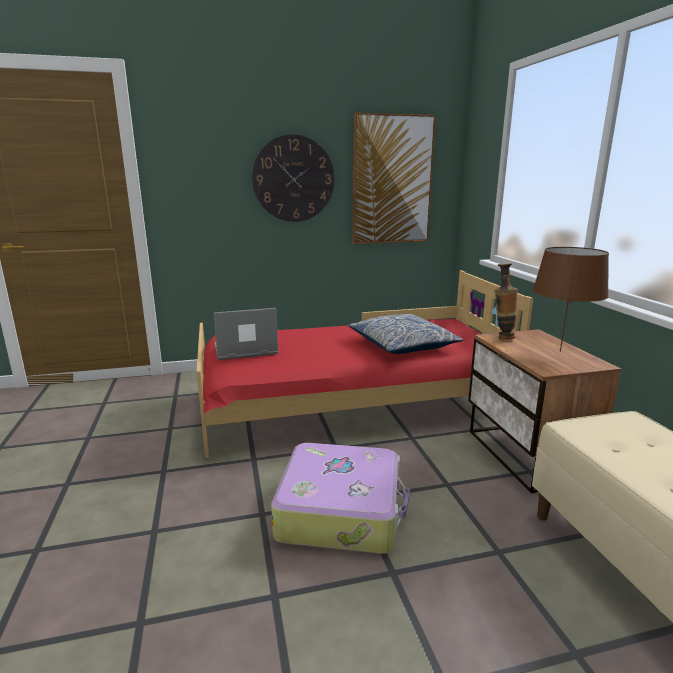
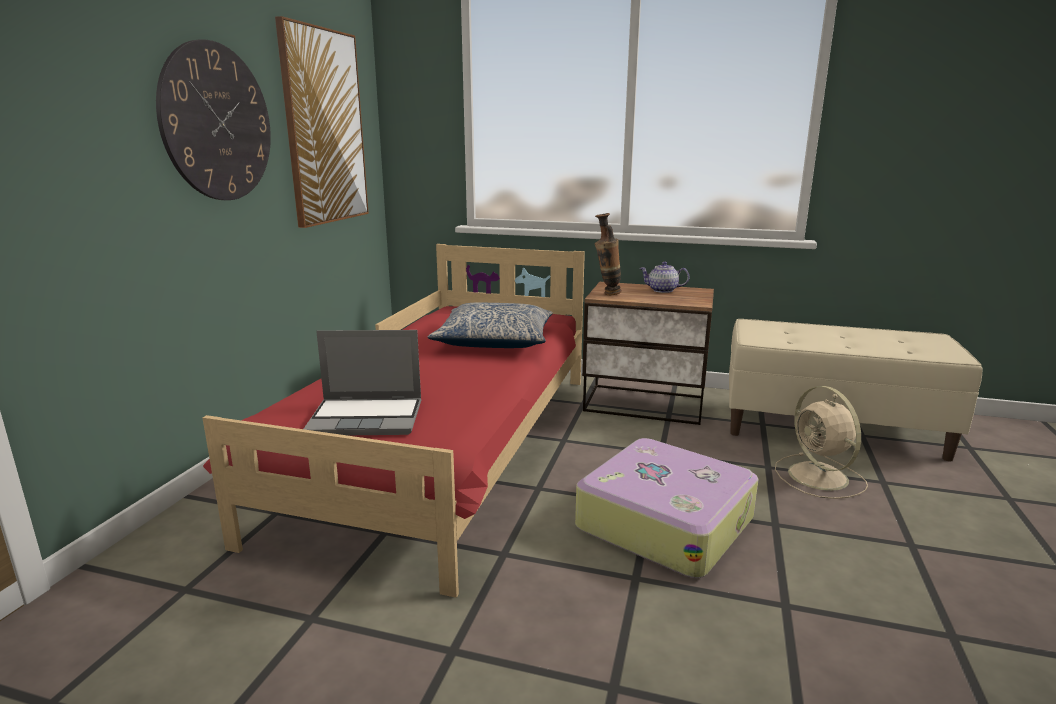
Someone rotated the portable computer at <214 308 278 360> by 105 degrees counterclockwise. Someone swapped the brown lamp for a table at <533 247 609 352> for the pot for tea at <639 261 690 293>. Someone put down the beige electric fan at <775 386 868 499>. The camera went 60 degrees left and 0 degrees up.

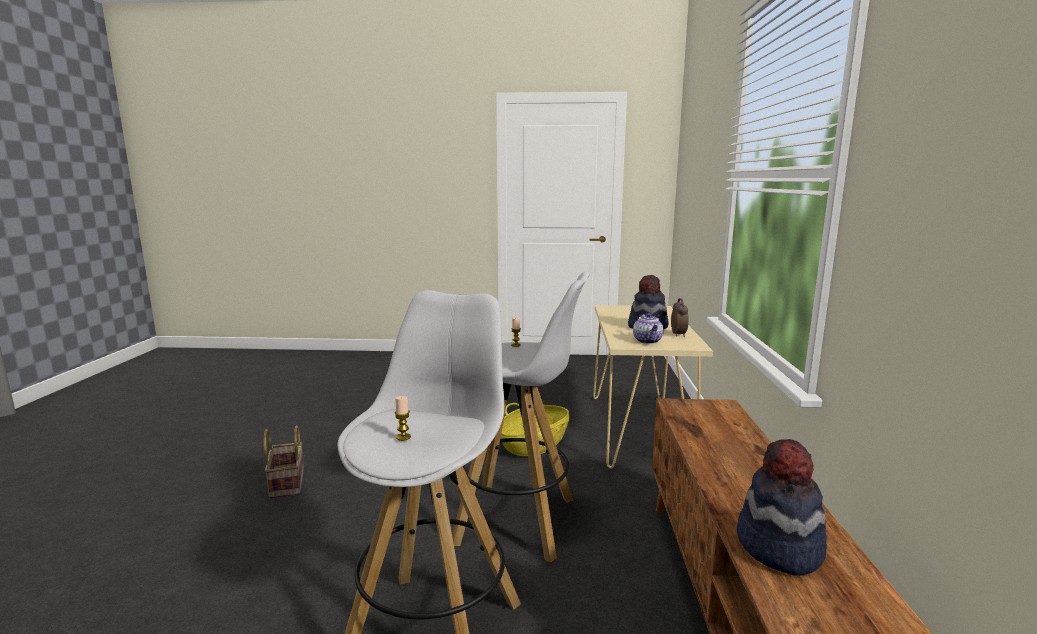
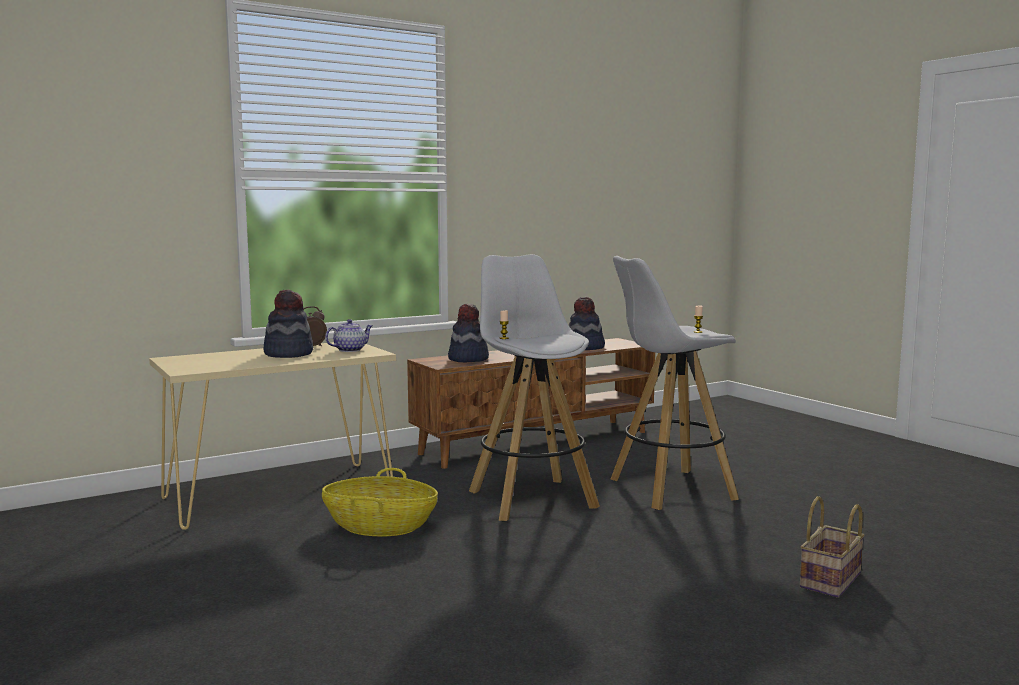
Someone put down the wearable hat at <448 304 489 362>. Someone carried the basket from <264 426 304 499> to <800 496 865 598>. The camera went 125 degrees left and 5 degrees down.

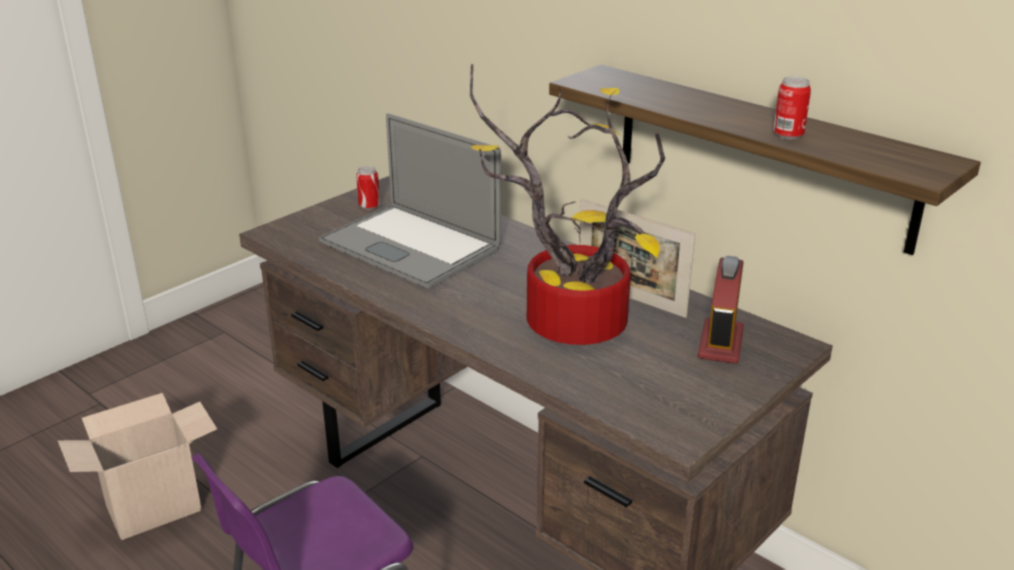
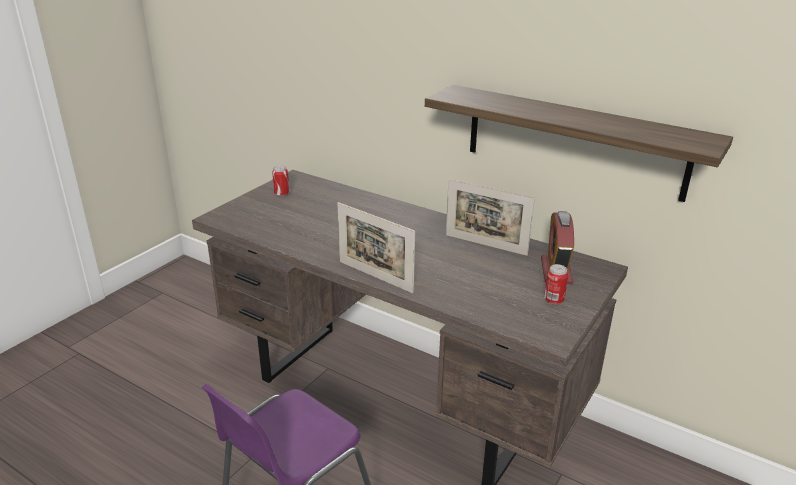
Someone put down the photo frame at <337 202 415 293>. Someone carried the metal can from <773 76 811 139> to <544 264 568 305>. Someone took away the packing box at <58 393 217 540>. Someone took away the portable computer at <319 113 501 288>. Someone took away the houseplant at <470 64 665 345>. The camera went 10 degrees left and 0 degrees up.

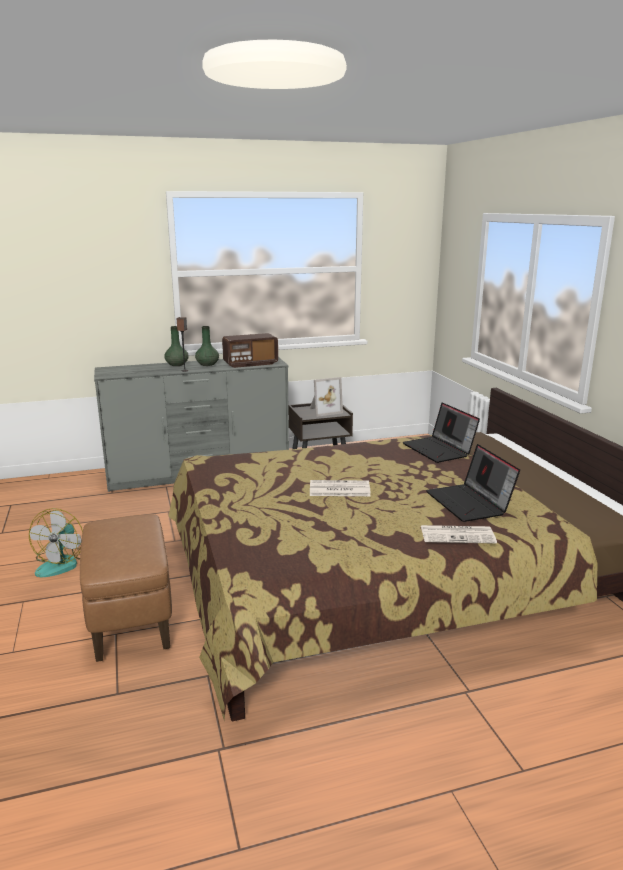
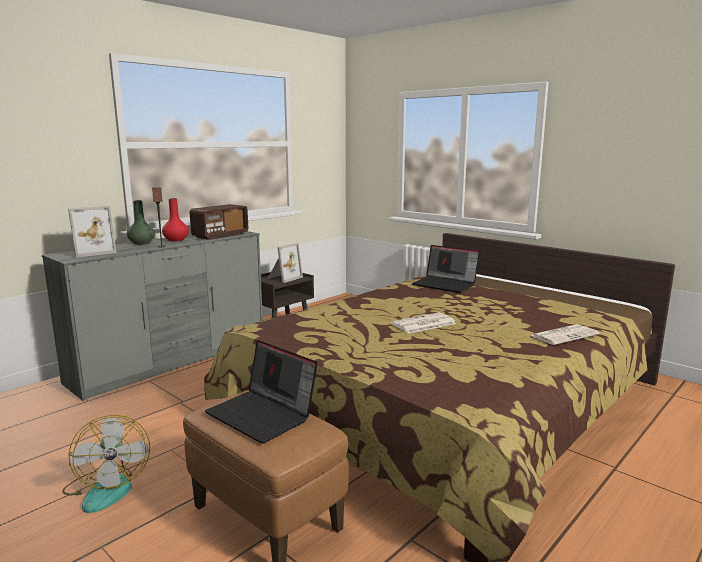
Someone put down the photo frame at <68 206 117 258>. Someone repainted the green flower vase at <195 326 219 366>, which became the red flower vase at <162 198 189 241>. Someone carried the portable computer from <426 444 520 522> to <205 340 318 444>. The camera went 30 degrees left and 5 degrees down.

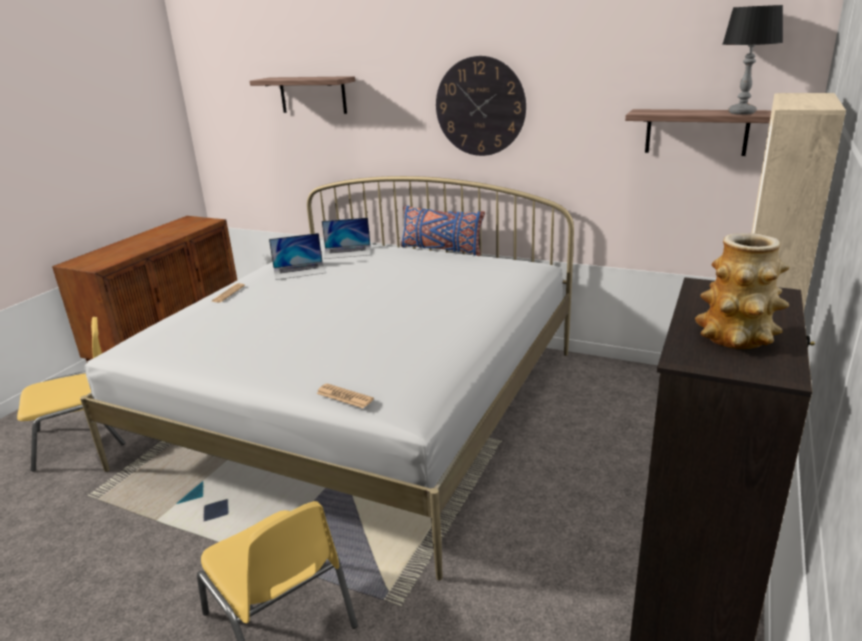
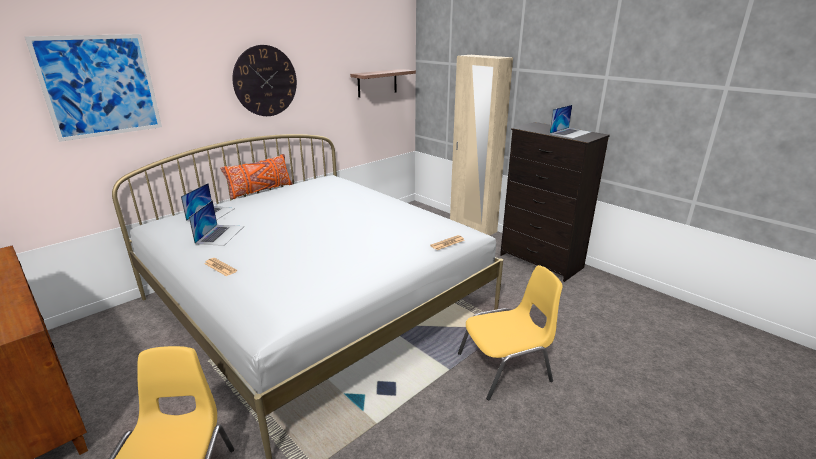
Someone swapped the bracket shelf at <250 76 355 114> for the picture at <24 34 162 142>. Someone repainted the blue-coloured pillow at <401 206 485 256>, which became the orangey pillow at <220 154 293 199>. Someone swapped the flower vase at <695 233 789 349> for the portable computer at <550 105 591 139>. Someone took away the lamp for a table at <722 5 783 115>. The camera went 70 degrees left and 0 degrees up.

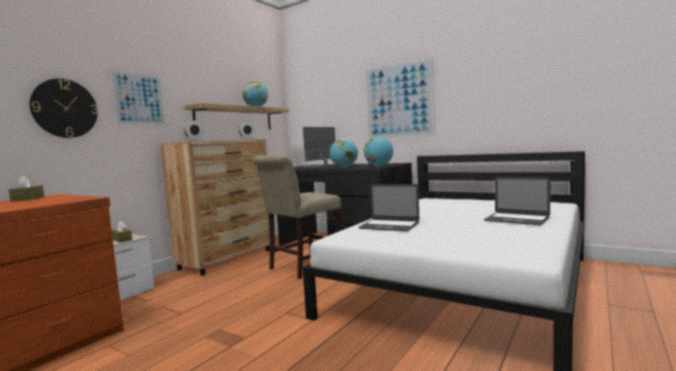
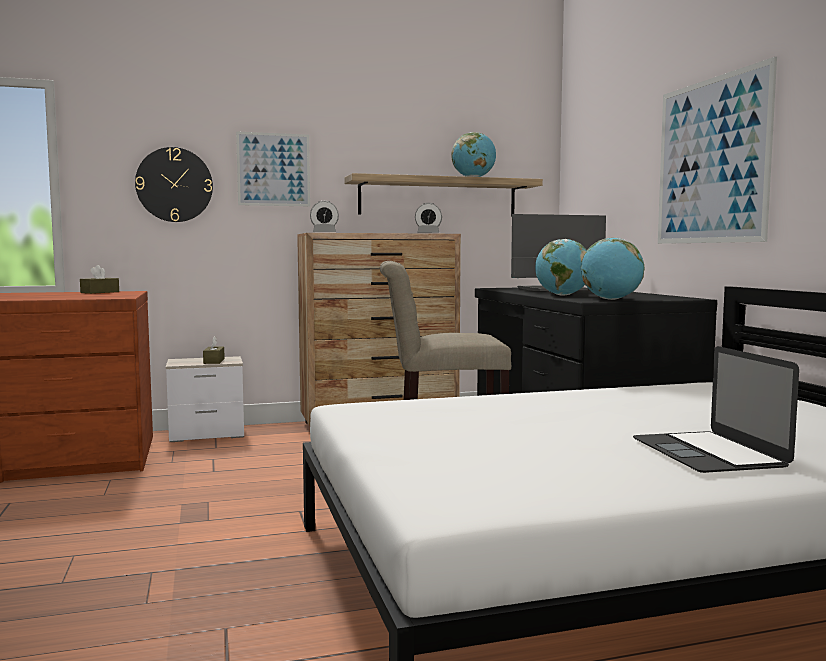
Someone took away the portable computer at <358 184 419 231>. The camera went 40 degrees right and 0 degrees up.

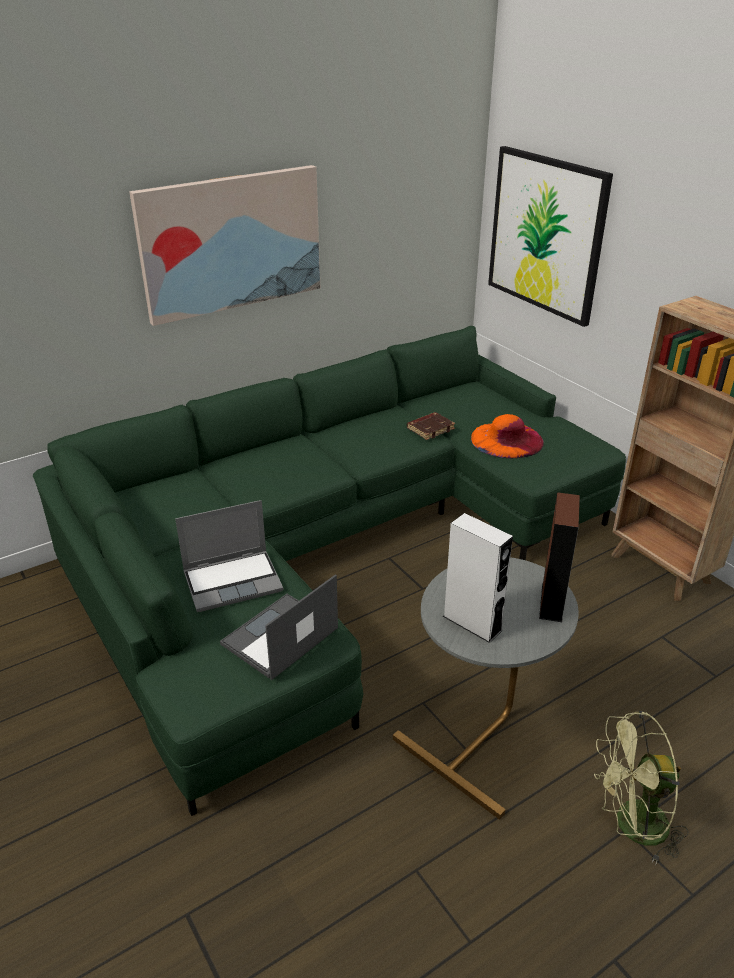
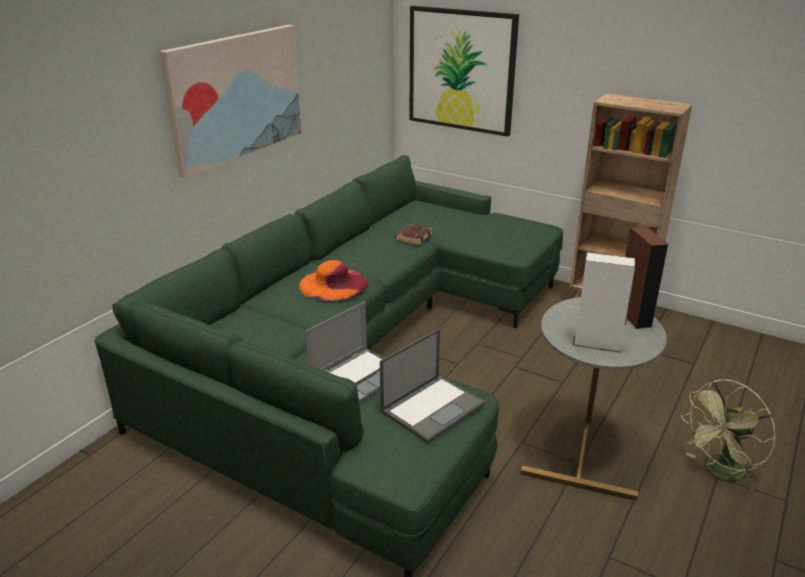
Someone carried the orangey wearable hat from <471 414 544 458> to <299 260 368 302>. Someone rotated the portable computer at <220 574 338 680> by 150 degrees counterclockwise. The camera went 25 degrees left and 5 degrees down.

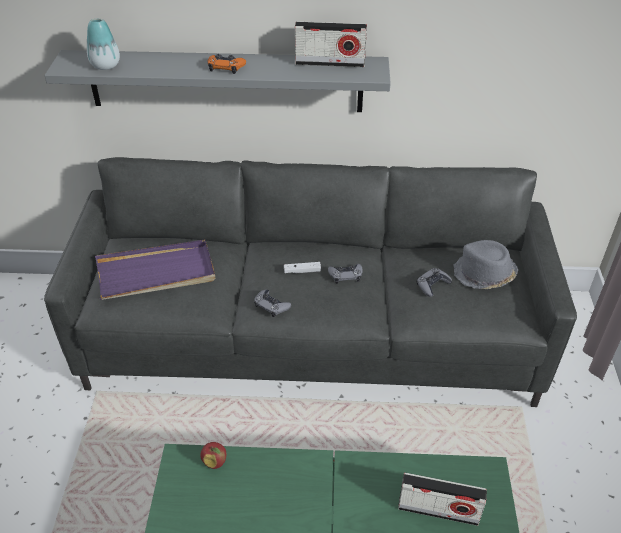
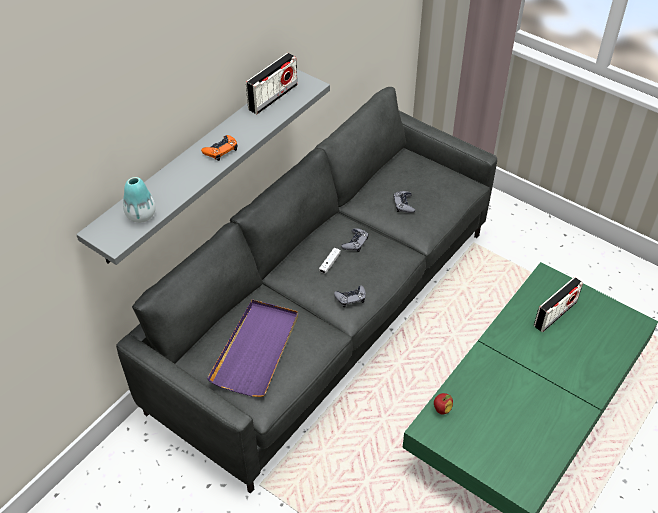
Someone took away the grey wearable hat at <454 240 518 289>. The camera went 55 degrees left and 5 degrees up.

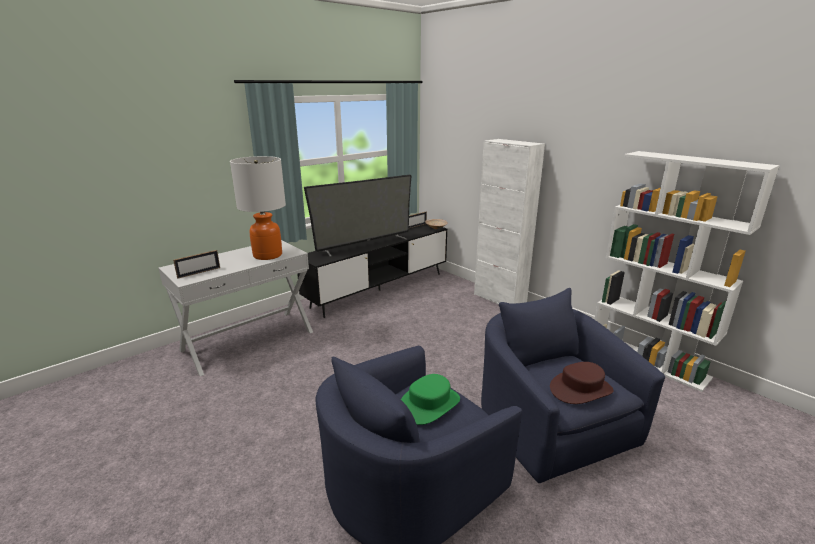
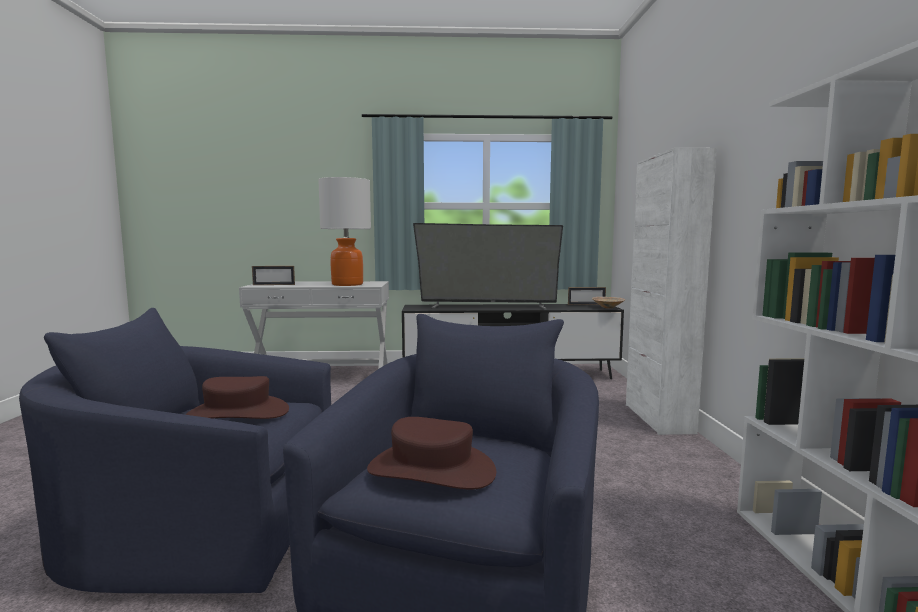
Someone repainted the green wearable hat at <401 374 460 425>, which became the brown wearable hat at <185 376 289 419>. The camera went 40 degrees right and 15 degrees down.

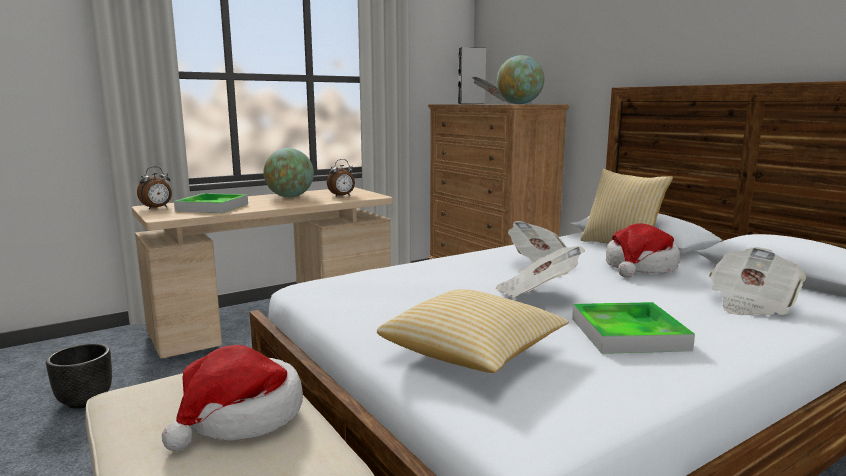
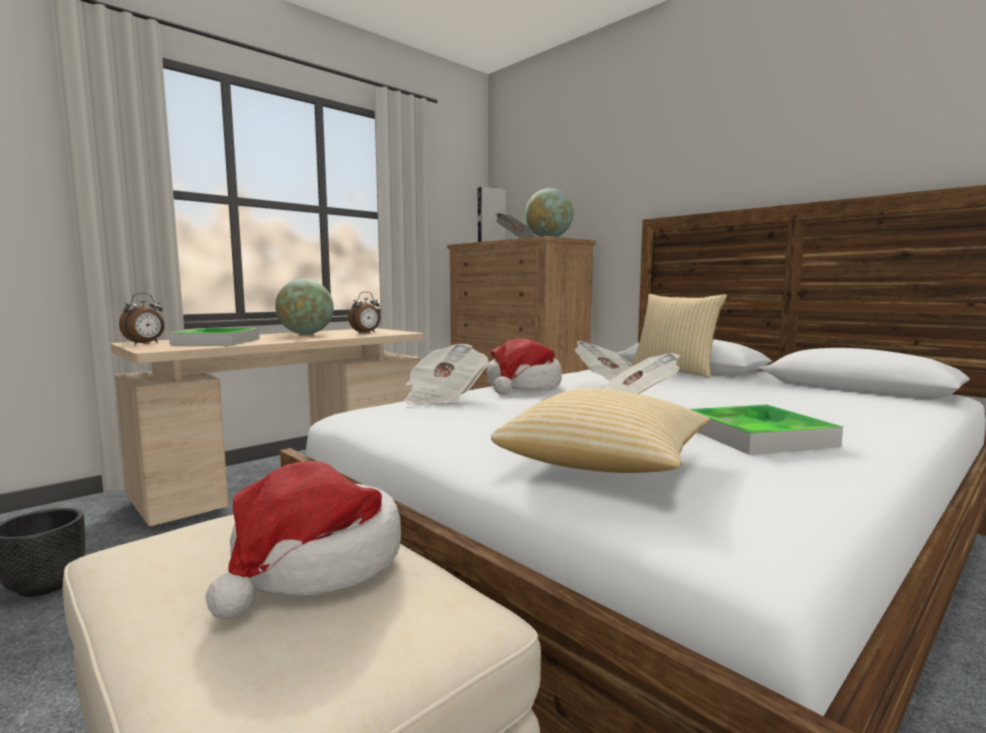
Someone carried the newspaper from <709 247 806 315> to <404 344 489 405>. Someone carried the wearable hat from <606 223 680 278> to <487 339 562 394>. The camera went 10 degrees left and 5 degrees down.

